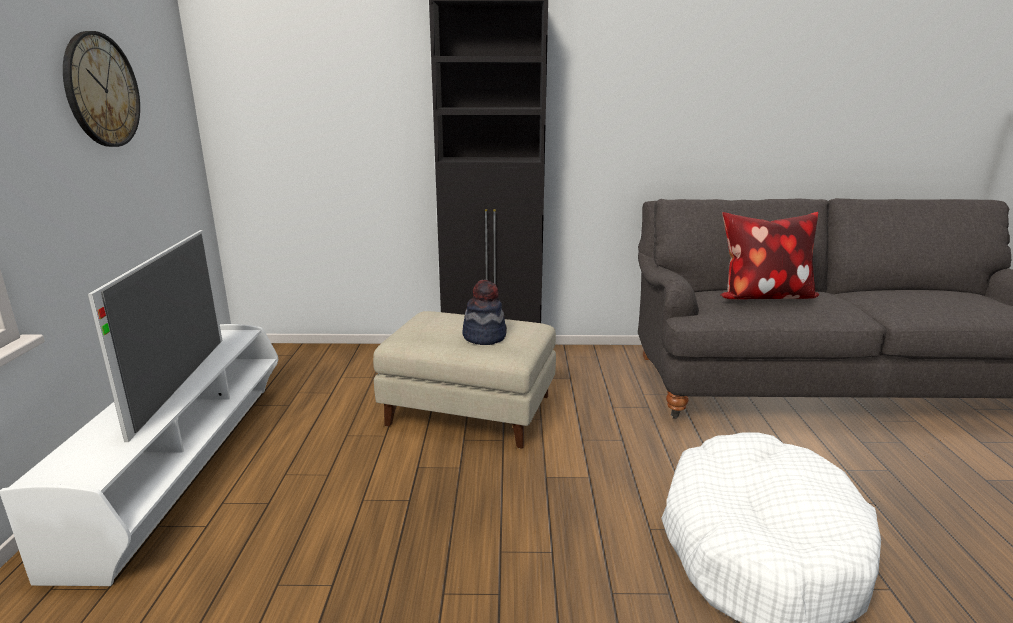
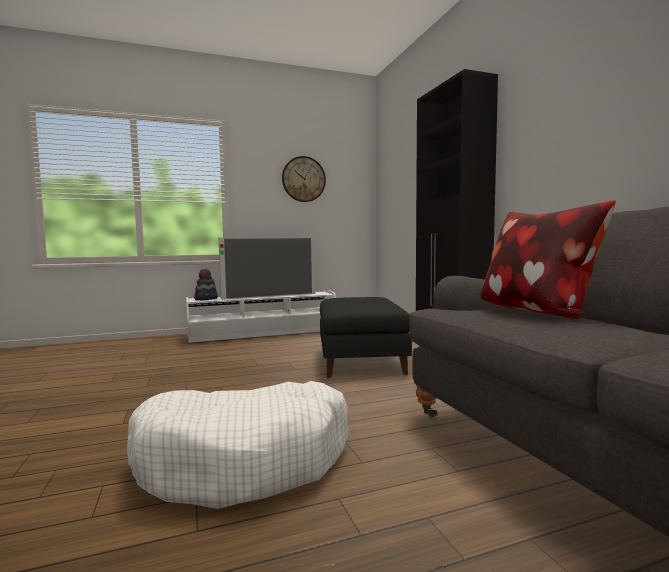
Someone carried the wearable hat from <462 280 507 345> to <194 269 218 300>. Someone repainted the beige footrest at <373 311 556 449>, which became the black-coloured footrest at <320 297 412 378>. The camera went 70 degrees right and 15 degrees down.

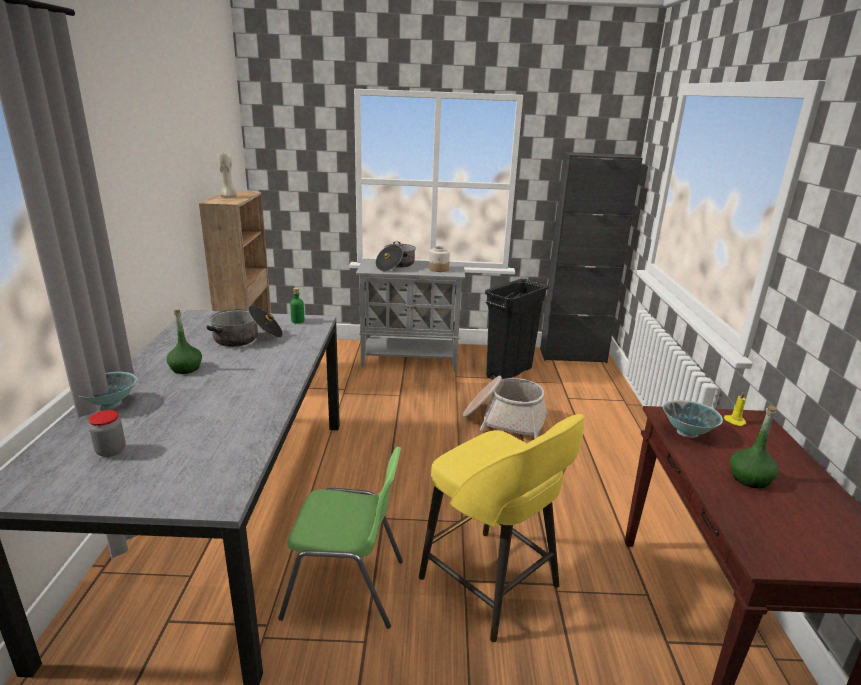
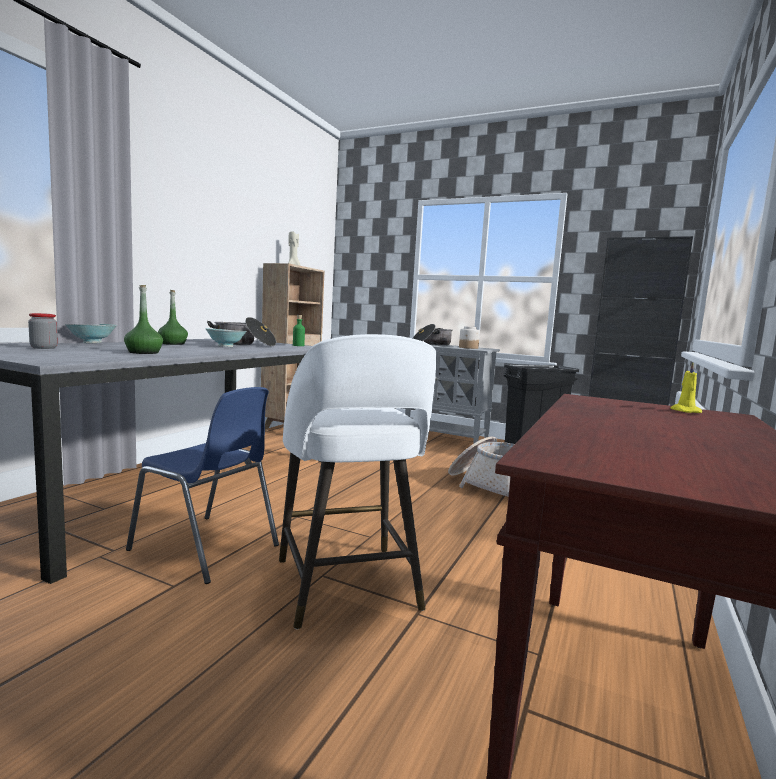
Someone carried the green beverage bottle from <730 405 779 488> to <124 285 163 354>. Someone repainted the green upright chair at <278 447 403 629>, which became the blue-coloured upright chair at <126 387 279 584>. Someone carried the deep dish from <663 400 723 438> to <205 328 247 347>. Someone repainted the yellow sitting stool at <419 414 585 642>, which became the whitish sitting stool at <279 334 436 629>. The camera went 25 degrees right and 15 degrees down.

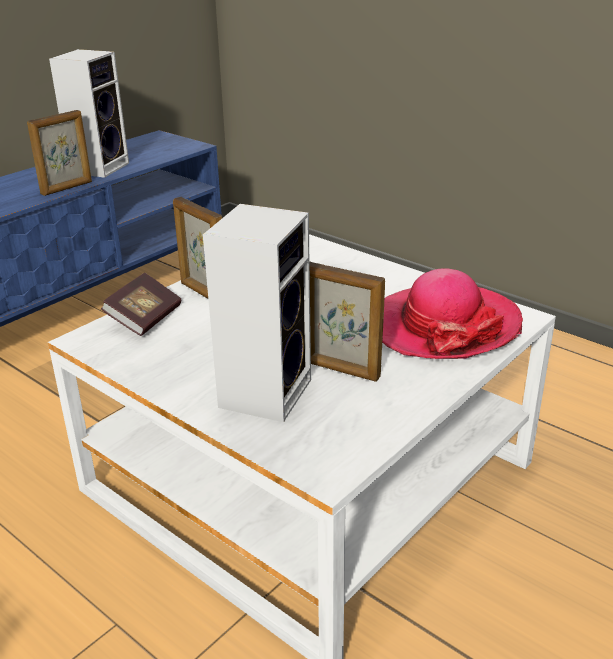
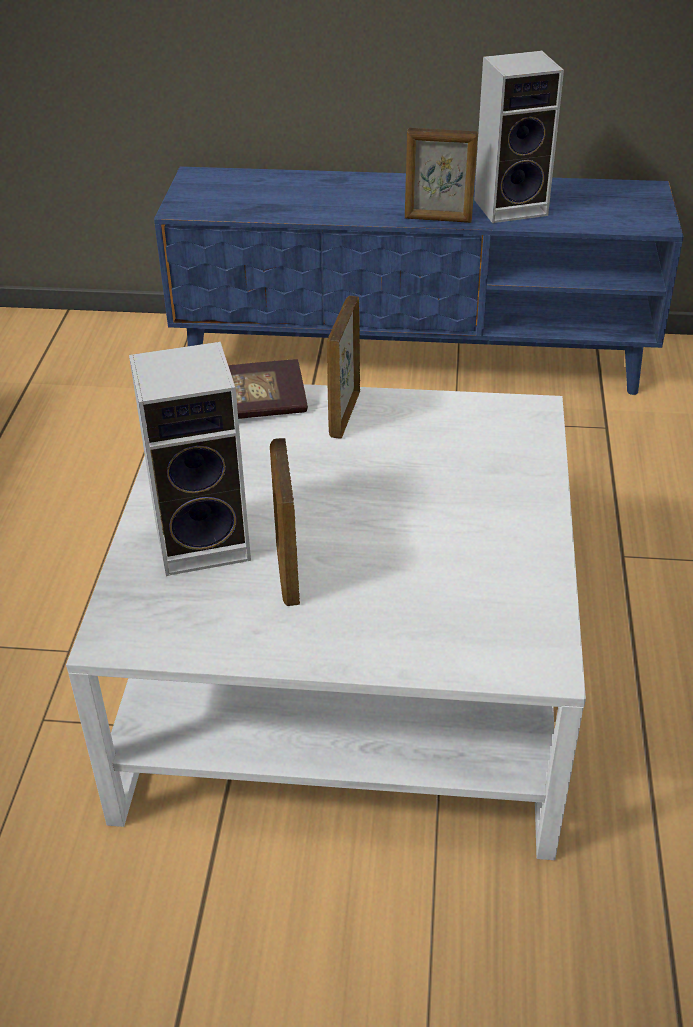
Someone took away the wearable hat at <382 268 523 359>. The camera went 55 degrees right and 10 degrees up.

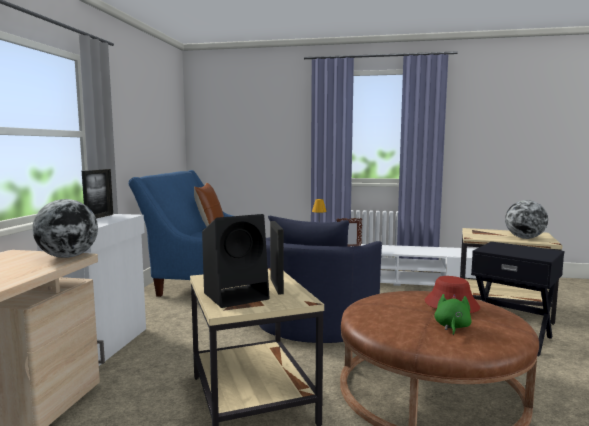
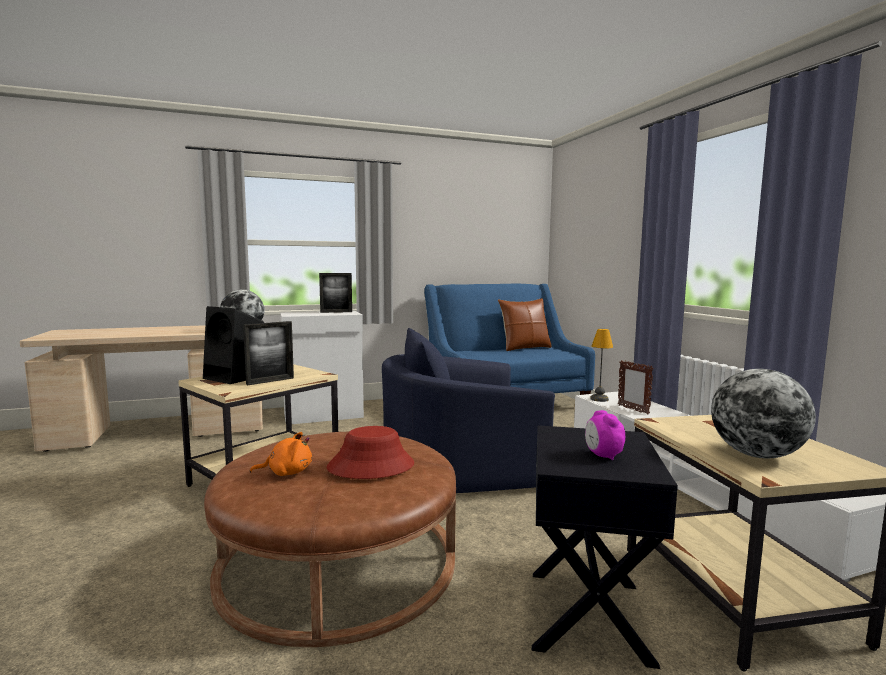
Someone repainted the green cuddly toy at <434 294 472 335>, which became the orangey cuddly toy at <250 432 312 476>. Someone put down the table clock at <585 410 625 460>. The camera went 60 degrees right and 0 degrees up.

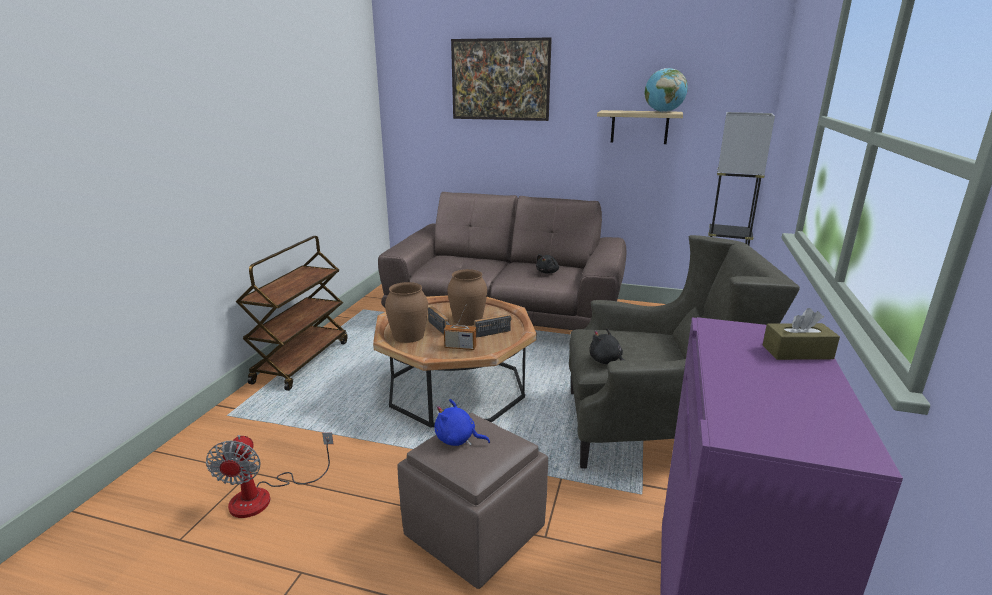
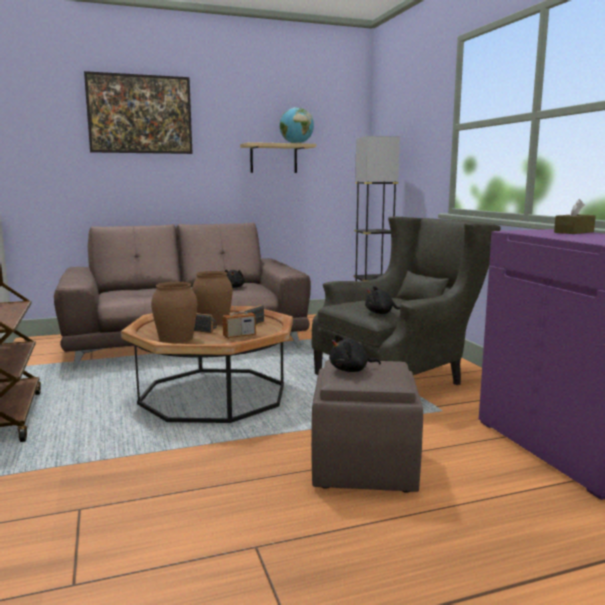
Someone repainted the blue-coloured cuddly toy at <434 399 490 446>, which became the black-coloured cuddly toy at <329 334 381 372>. Someone took away the electric fan at <206 432 333 518>. The camera went 35 degrees left and 10 degrees down.

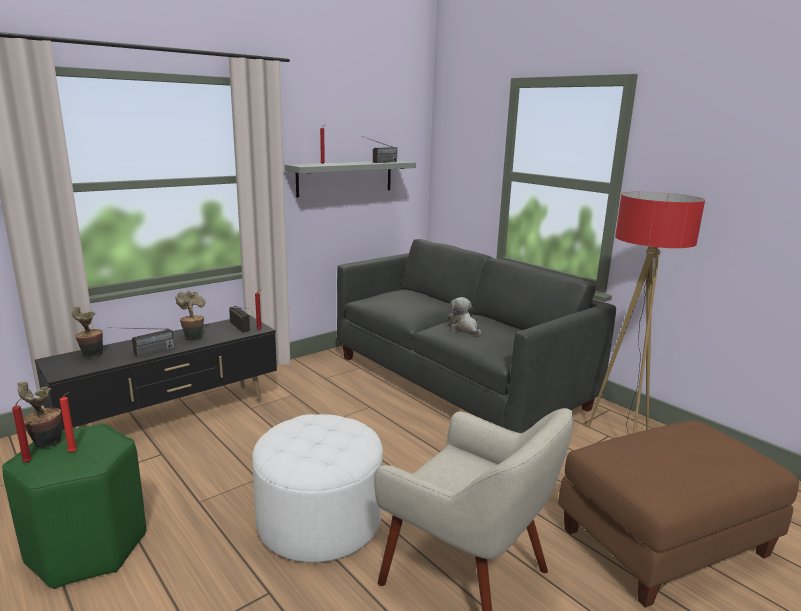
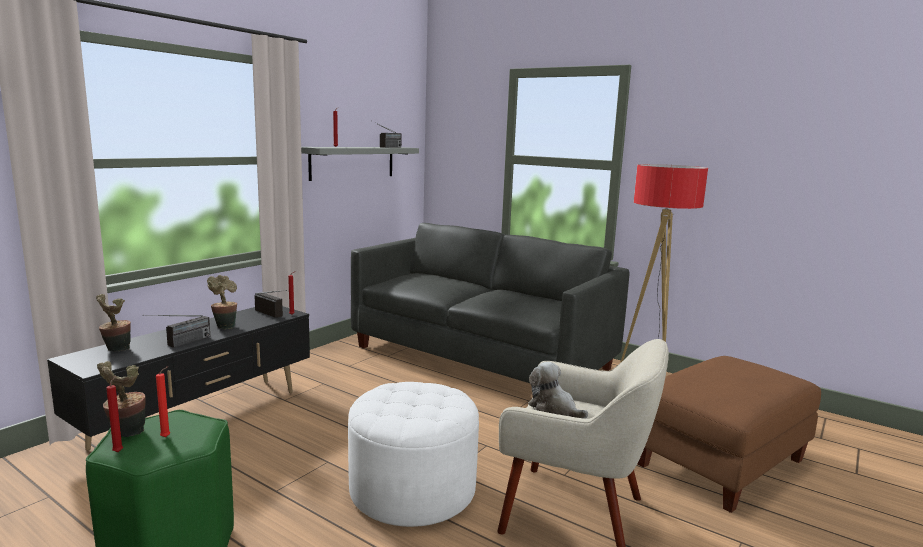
Someone carried the cuddly toy from <448 297 481 336> to <528 362 588 419>. The camera went 15 degrees left and 5 degrees down.

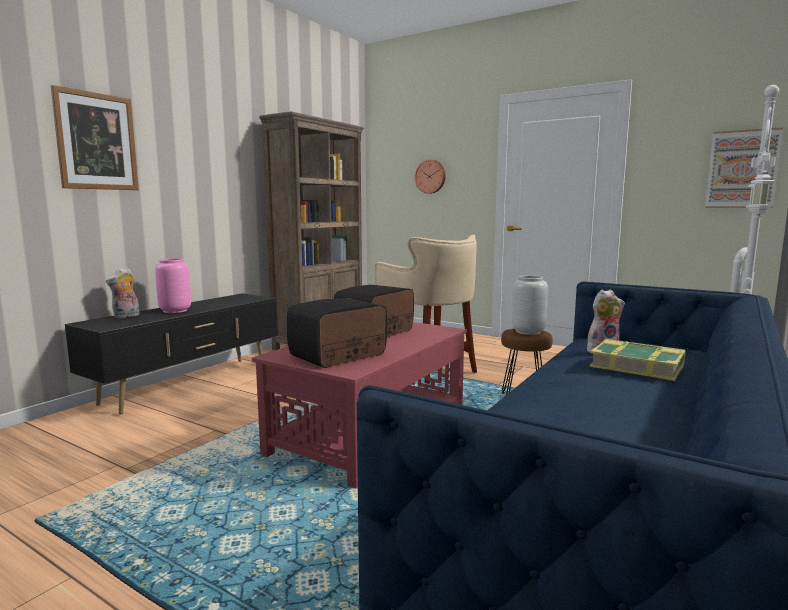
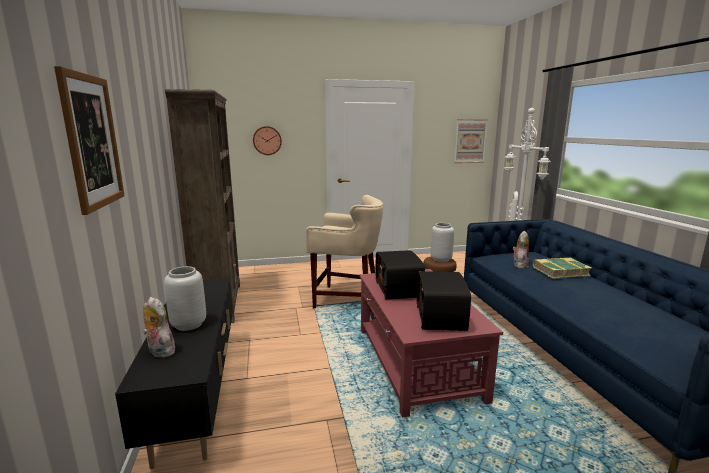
Someone rotated the cuddly toy at <106 267 139 318> by 135 degrees clockwise. Someone repainted the pinkish flower vase at <155 258 191 313>, which became the grey flower vase at <164 266 206 331>. The camera went 45 degrees left and 5 degrees up.

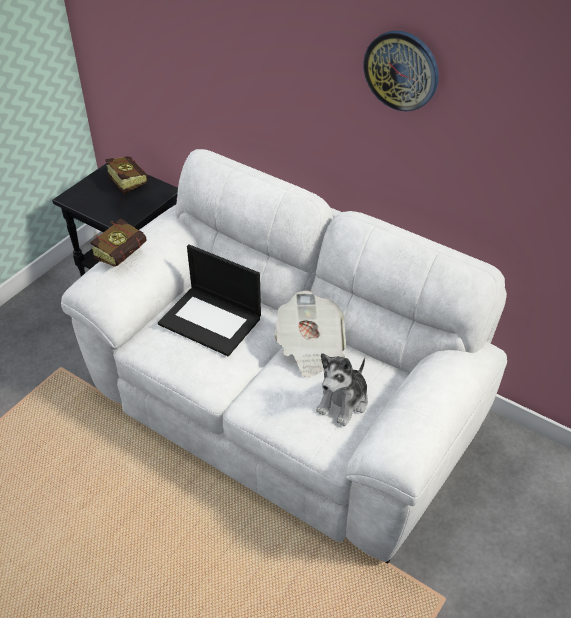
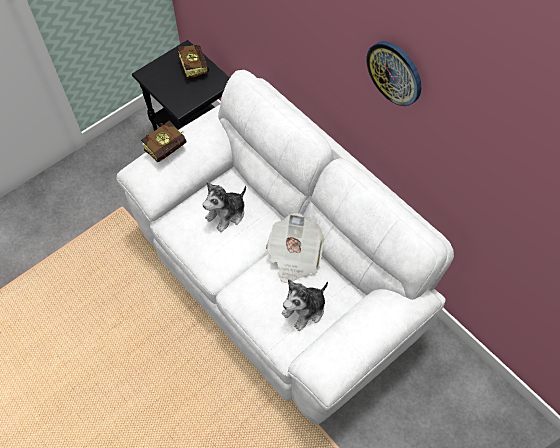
Someone swapped the portable computer at <158 244 261 356> for the cuddly toy at <203 182 246 232>. The camera went 15 degrees right and 15 degrees up.

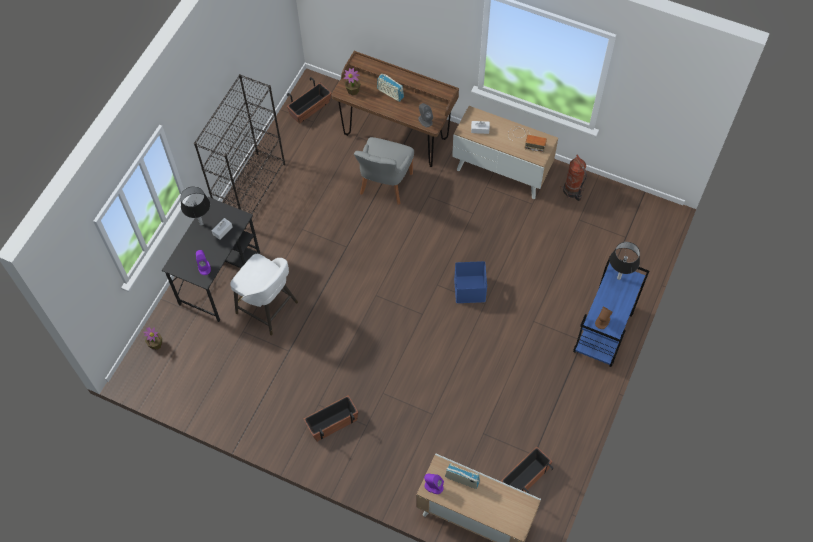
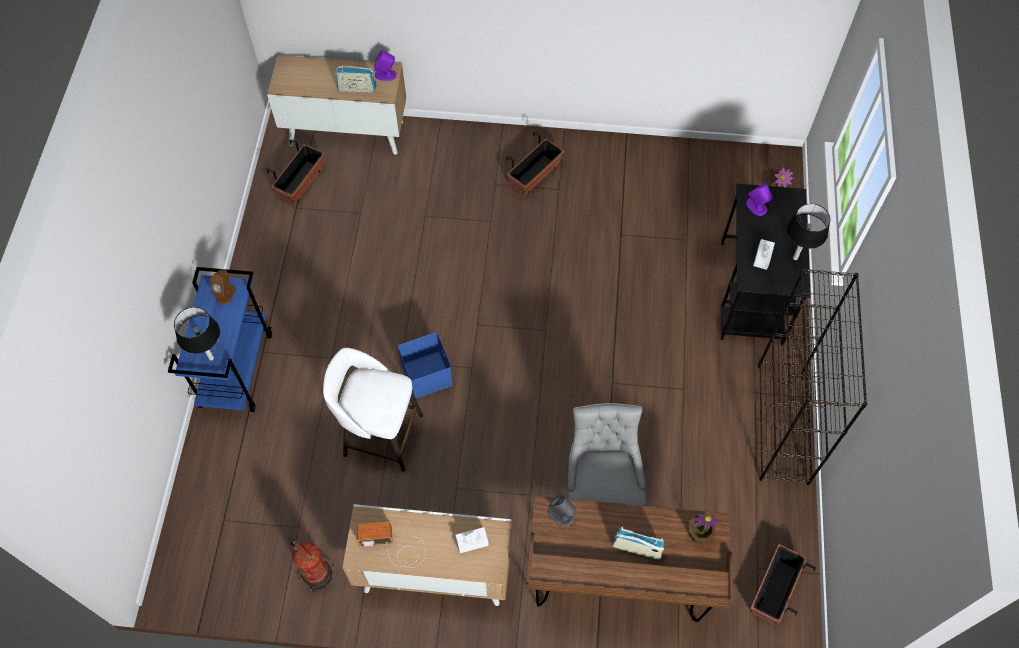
Someone carried the whitish sitting stool from <230 254 298 335> to <323 348 423 472>. The camera went 160 degrees right and 0 degrees up.

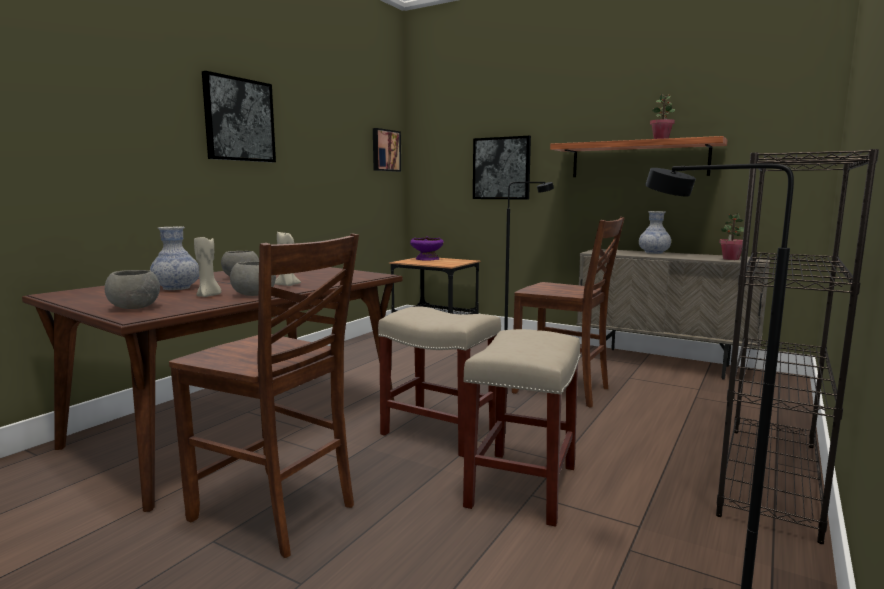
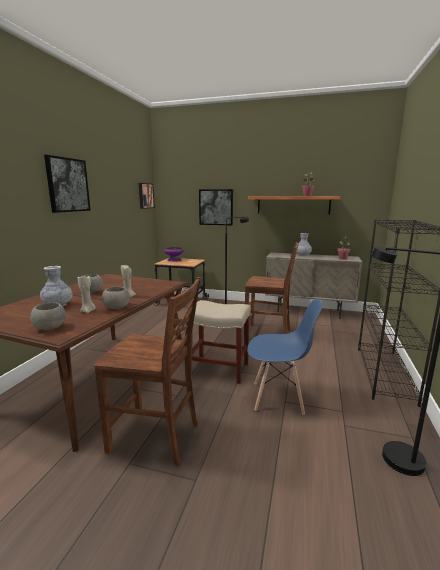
Someone swapped the beige sitting stool at <463 329 581 527> for the blue-coloured upright chair at <247 299 323 415>. The camera went 15 degrees left and 5 degrees up.

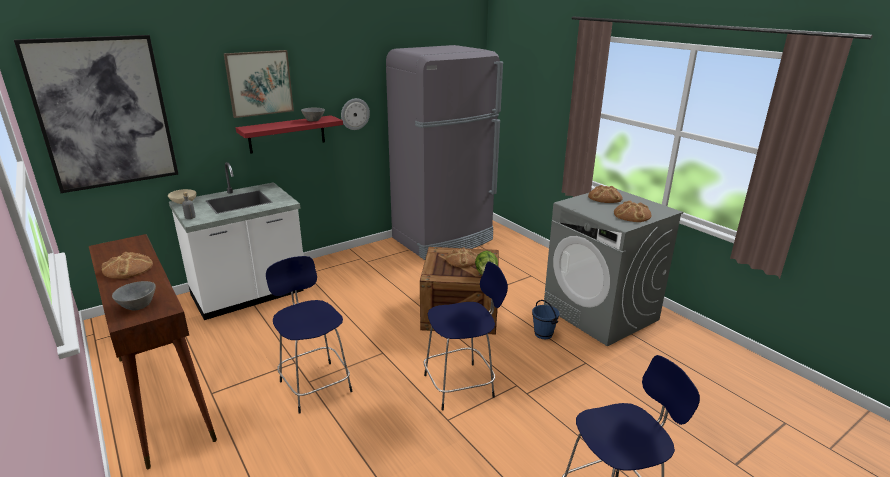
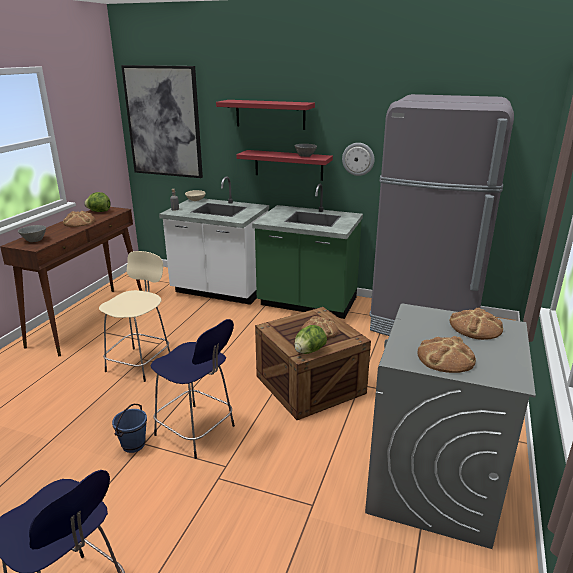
Someone put down the lettuce head at <84 192 110 212>. Someone repainted the blue-coloured sitting stool at <266 256 353 414>, which became the beige sitting stool at <99 251 170 382>. Someone carried the blue-coloured water bucket from <532 300 559 339> to <112 404 147 453>. Someone swapped the picture at <223 50 294 118> for the red bracket shelf at <216 100 315 130>. Someone put down the green counter at <252 184 363 319>. The camera went 55 degrees right and 0 degrees up.

